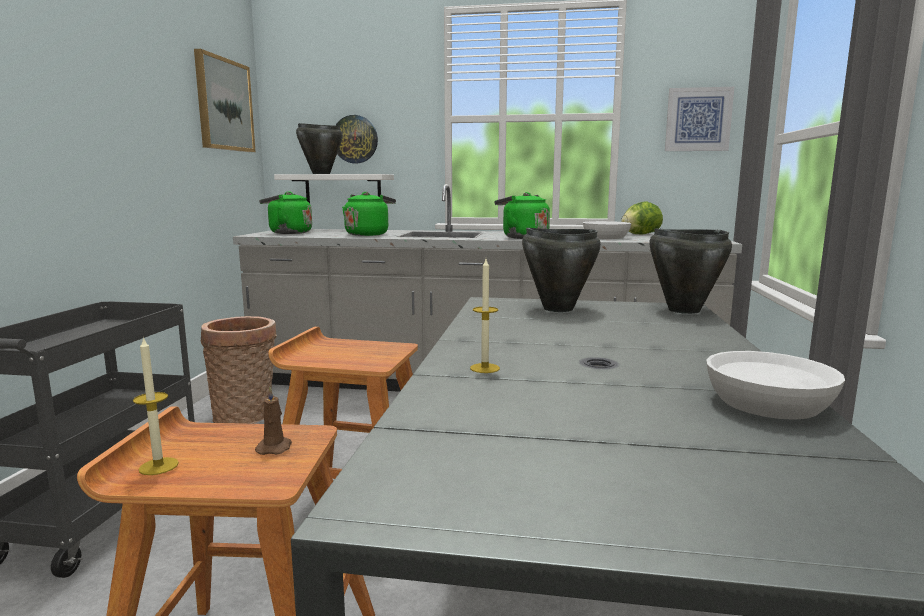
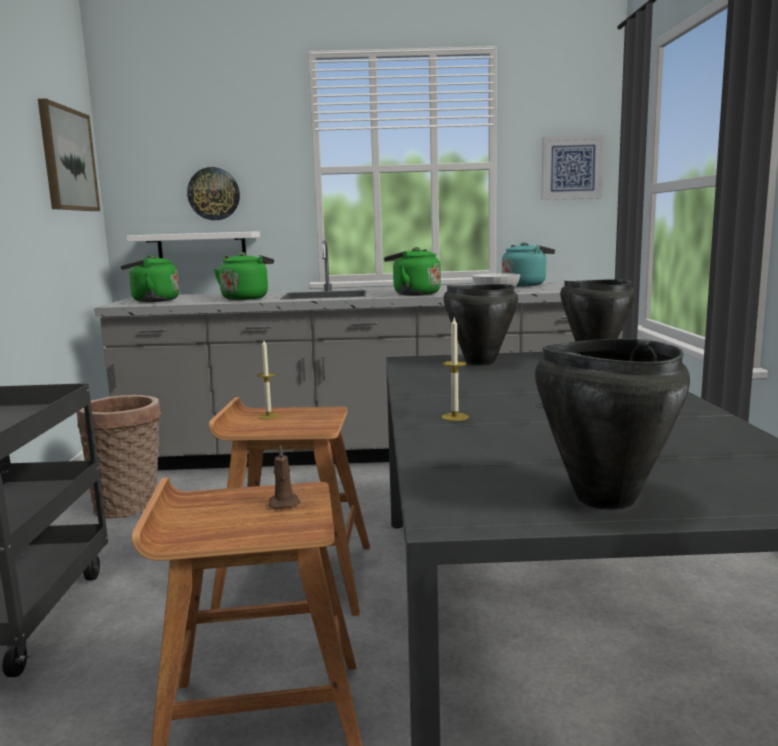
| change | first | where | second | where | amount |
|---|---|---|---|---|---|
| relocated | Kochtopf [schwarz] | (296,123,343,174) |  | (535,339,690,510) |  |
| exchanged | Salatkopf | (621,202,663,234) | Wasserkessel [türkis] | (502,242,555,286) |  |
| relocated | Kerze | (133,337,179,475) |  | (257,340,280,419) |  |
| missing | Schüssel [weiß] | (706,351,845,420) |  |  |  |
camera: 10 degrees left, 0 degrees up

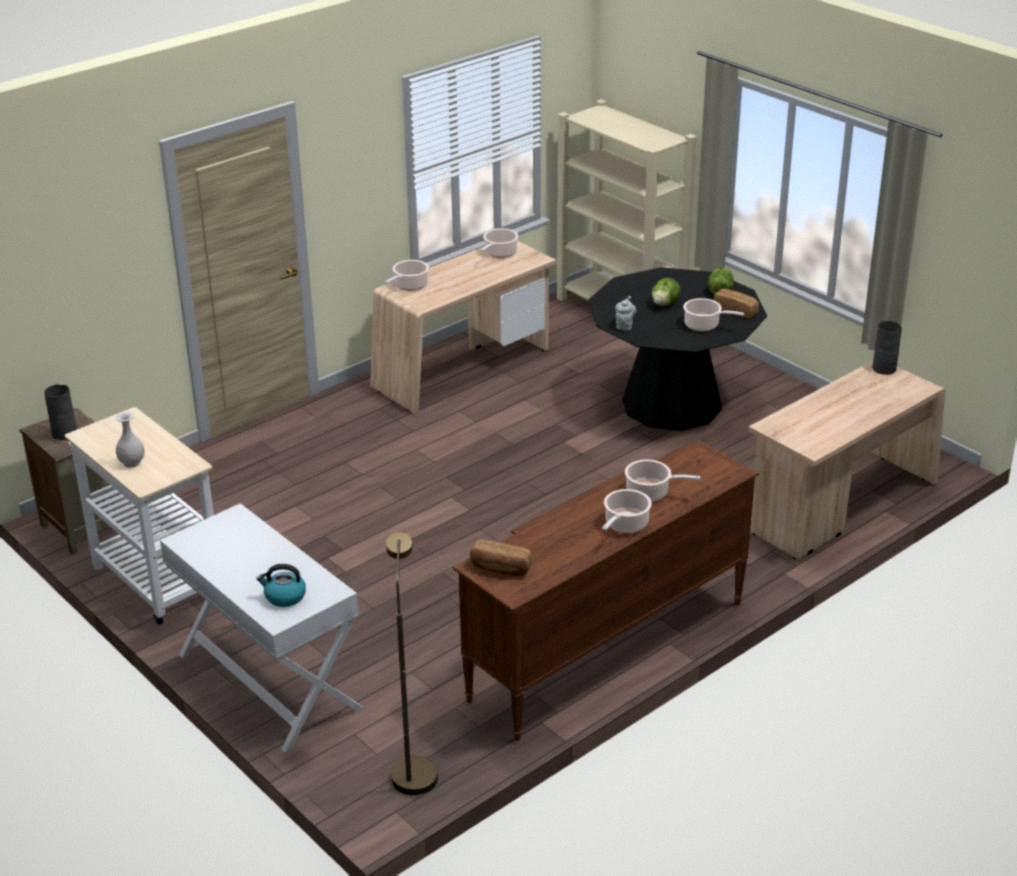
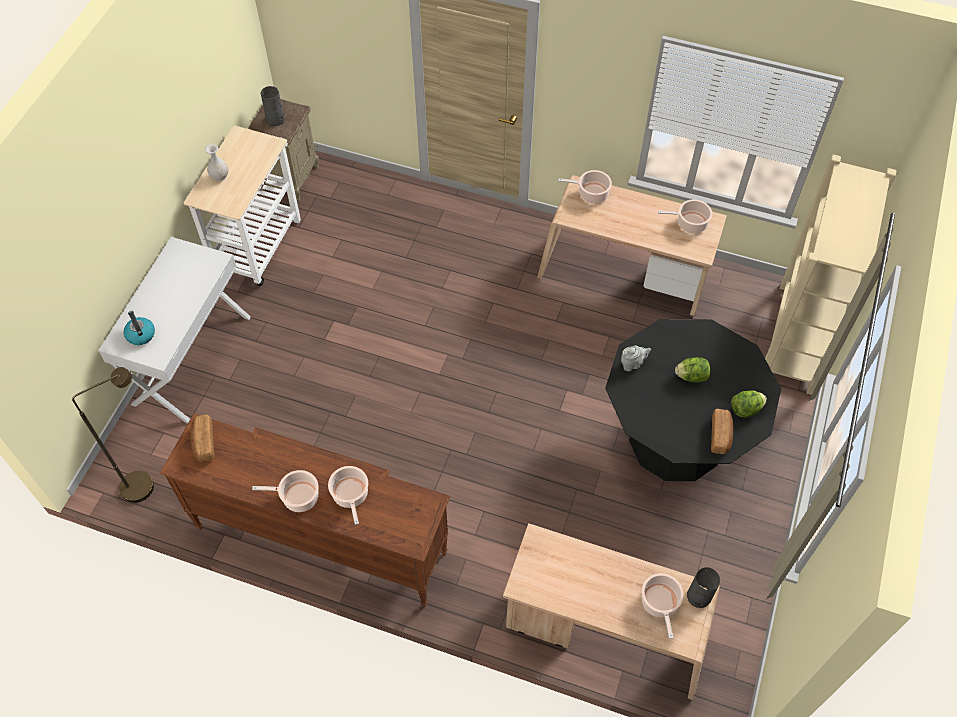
| change | first | where | second | where | amount |
|---|---|---|---|---|---|
| relocated | Kochtopf | (683,298,744,331) |  | (642,573,684,639) |  |
camera: 60 degrees right, 25 degrees up

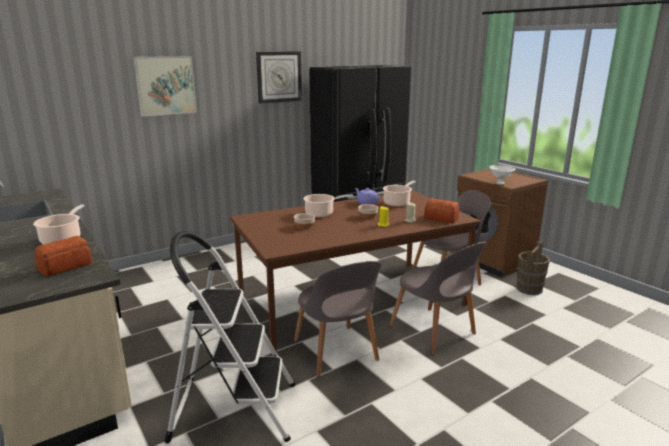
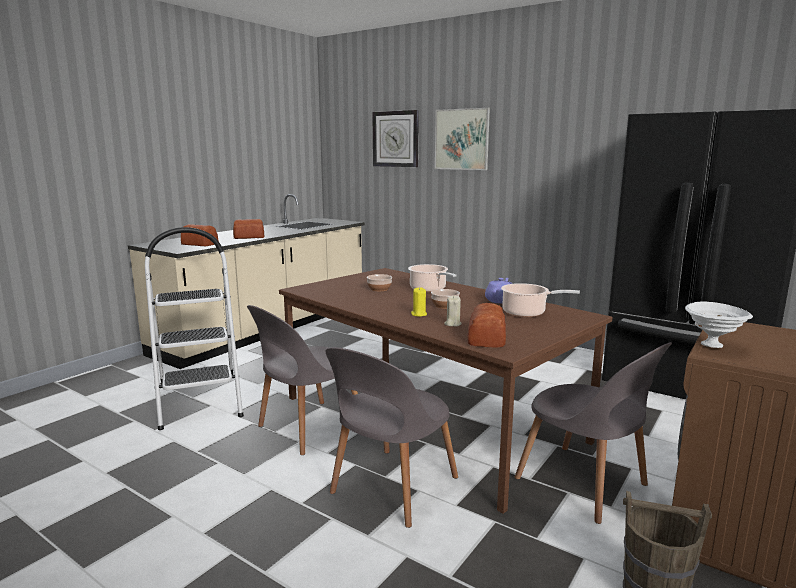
| change | first | where | second | where | amount |
|---|---|---|---|---|---|
| relocated | Wanduhr | (256,51,302,104) |  | (372,110,419,167) |  |
| exchanged | Kochtopf | (33,204,84,244) | Brot | (233,219,264,239) |  |
camera: 70 degrees right, 5 degrees down

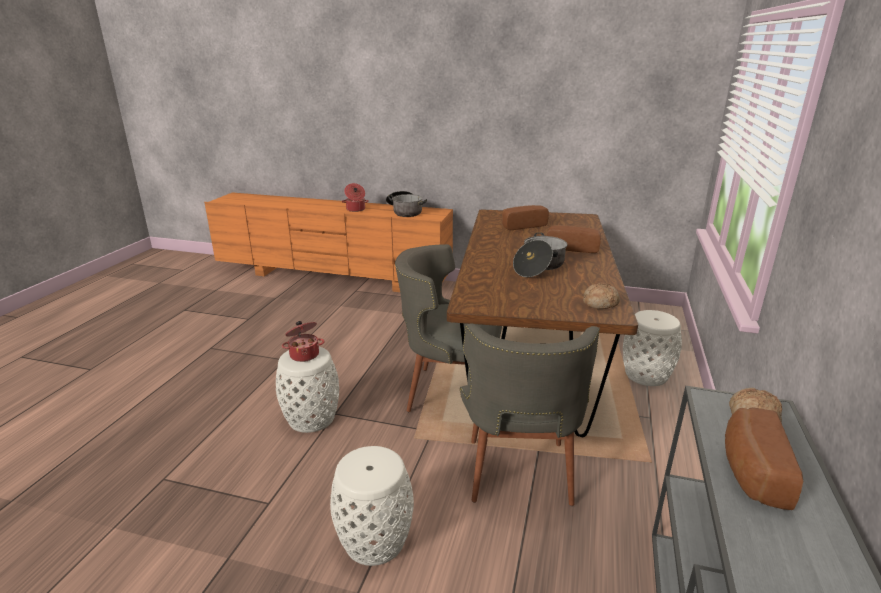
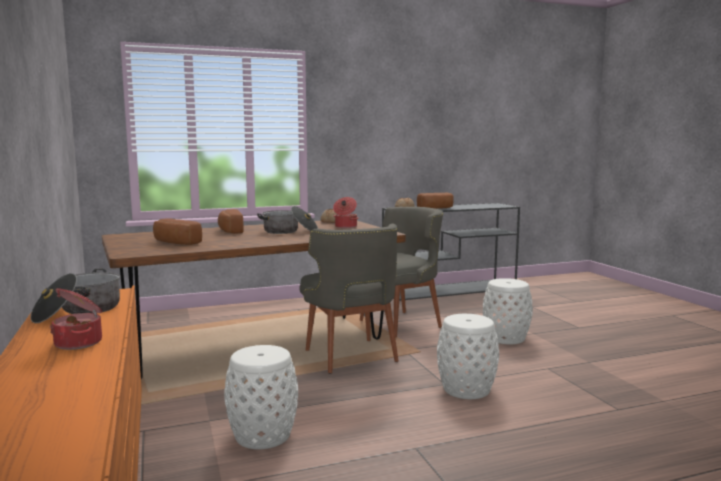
| change | first | where | second | where | amount |
|---|---|---|---|---|---|
| relocated | Hocker [weiß] | (623,310,682,386) |  | (224,345,298,449) |  |
| relocated | Kochtopf | (282,321,324,362) |  | (333,197,359,228) |  |
camera: 125 degrees left, 15 degrees down

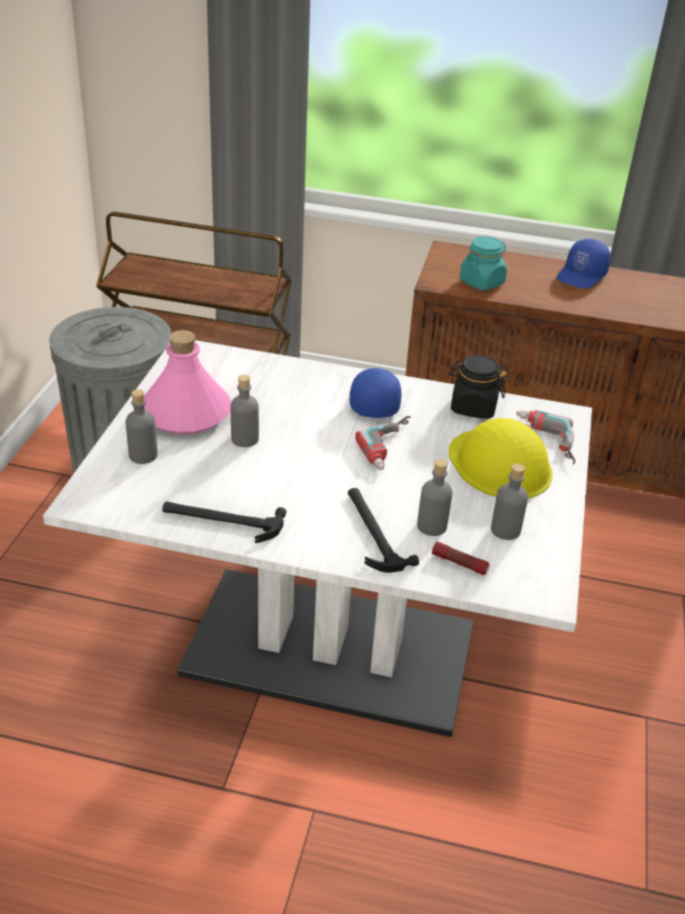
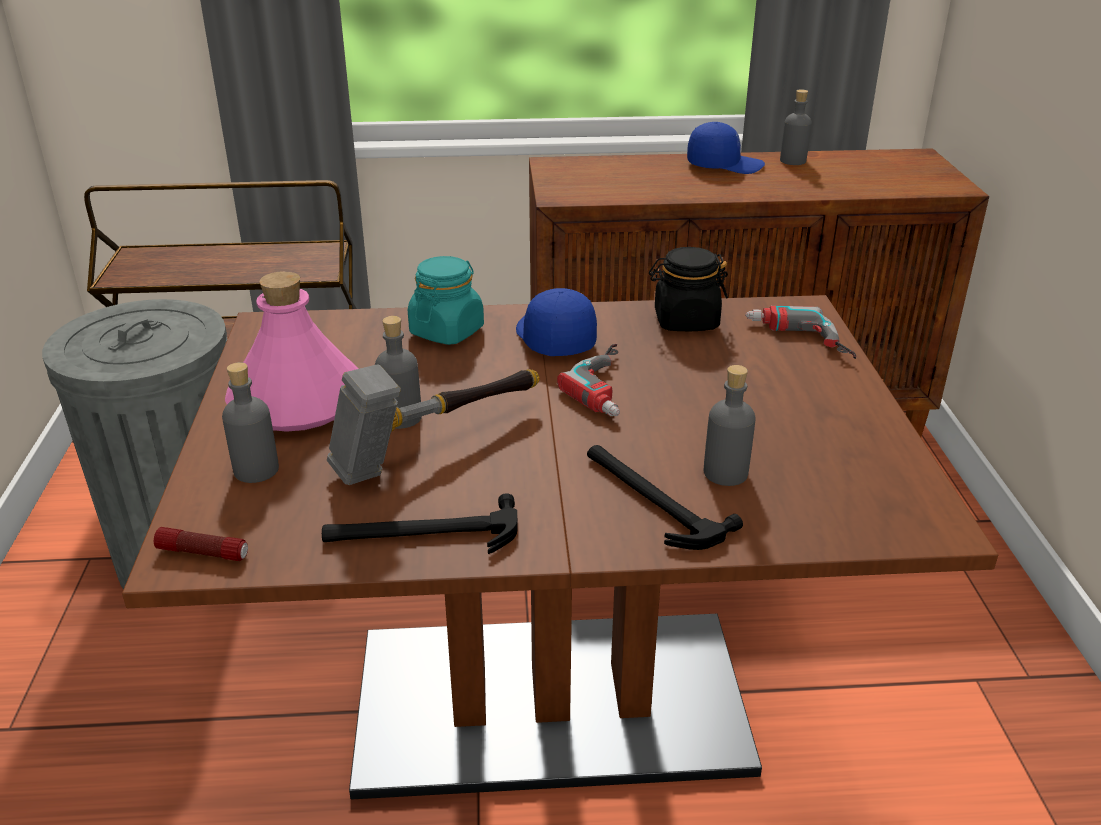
| change | first | where | second | where | amount |
|---|---|---|---|---|---|
| relocated | Vorratsglas [türkis] | (460,236,507,291) |  | (408,256,484,345) |  |
| spun | Kappe [blau] | (557,239,610,289) |  | (687,122,765,174) | 105 degrees counterclockwise |
| colour | Esstisch [weiß] | (43,340,592,737) | Esstisch [braun] | (122,295,998,800) |  |
| missing | Schutzhelm [gelb] | (449,418,553,498) |  |  |  |
| relocated | Flasche [grau] | (491,463,528,540) |  | (780,89,812,165) |  |
| relocated | Taschenlampe | (432,541,490,575) |  | (154,527,248,561) |  |
| appeared |  |  | Hammer | (327,364,540,485) |  |
camera: 15 degrees left, 5 degrees down

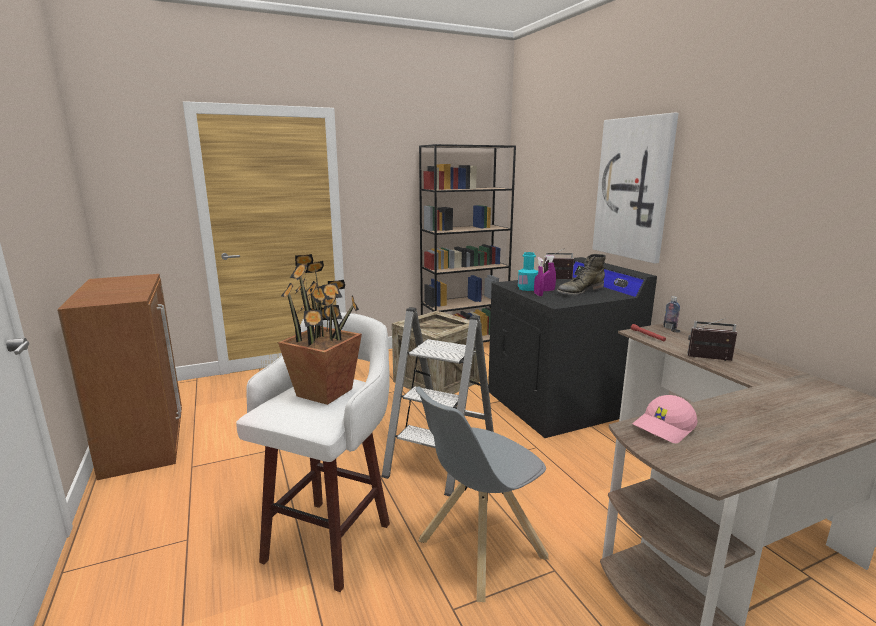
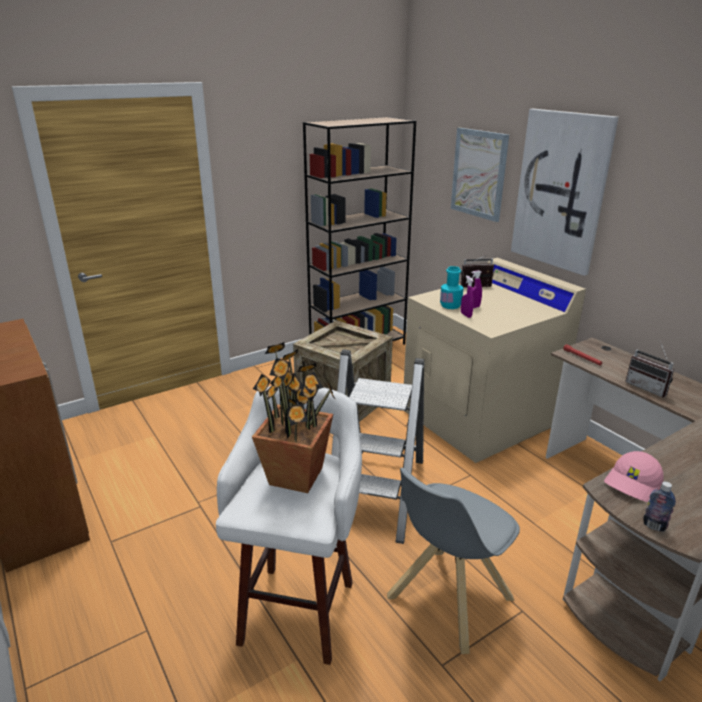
| change | first | where | second | where | amount |
|---|---|---|---|---|---|
| missing | Stiefel [grün] | (556,254,606,296) |  |  |  |
| colour | Waschmaschine [schwarz] | (488,257,657,438) | Waschmaschine [beige] | (404,258,586,463) |  |
| relocated | Flasche | (663,296,680,329) |  | (643,482,676,532) |  |
| spun | Radio | (687,318,737,361) |  | (625,344,674,398) | 135 degrees counterclockwise |
| appeared |  |  | Bild | (451,128,509,222) |  |
camera: 10 degrees left, 10 degrees up

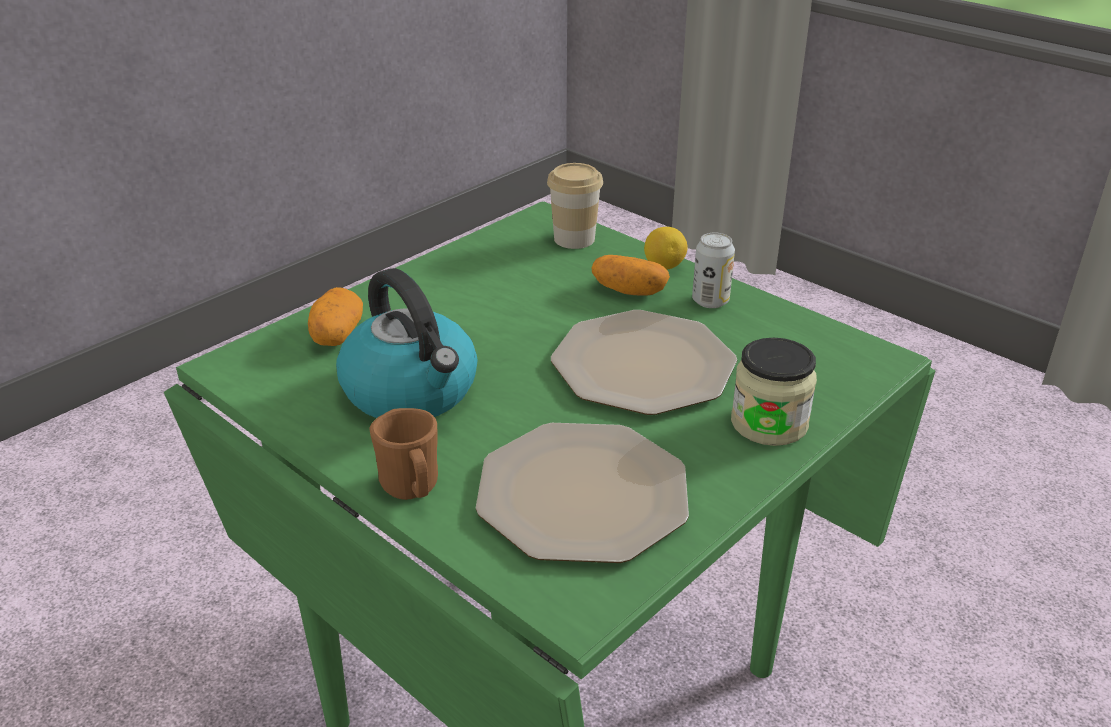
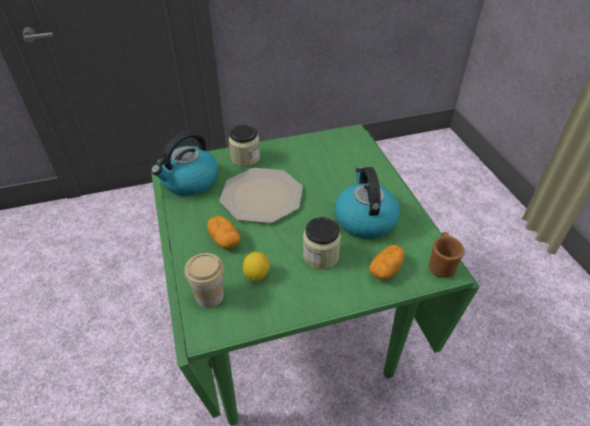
| change | first | where | second | where | amount |
|---|---|---|---|---|---|
| relocated | Zitrone | (644,227,688,270) |  | (243,252,270,281) |  |
| missing | Dose | (692,233,735,308) |  |  |  |
| relocated | Henkelbecher [braun] | (369,408,438,500) |  | (429,232,465,278) |  |
| missing | Teller | (476,423,689,563) |  |  |  |
| appeared |  |  | Wasserkessel | (151,131,218,196) |  |
| appeared |  |  | Vorratsglas | (303,217,341,269) |  |
camera: 150 degrees left, 10 degrees up

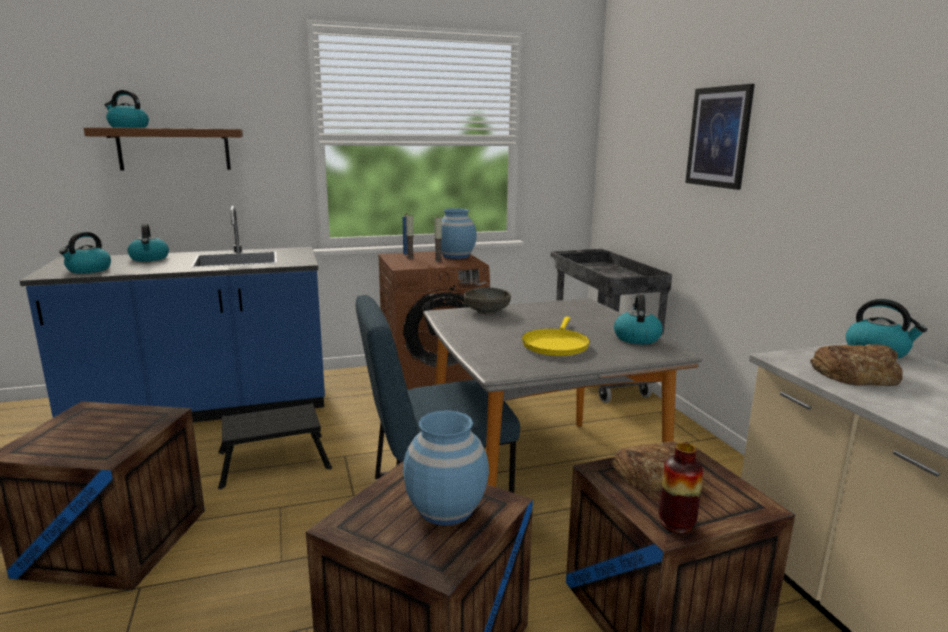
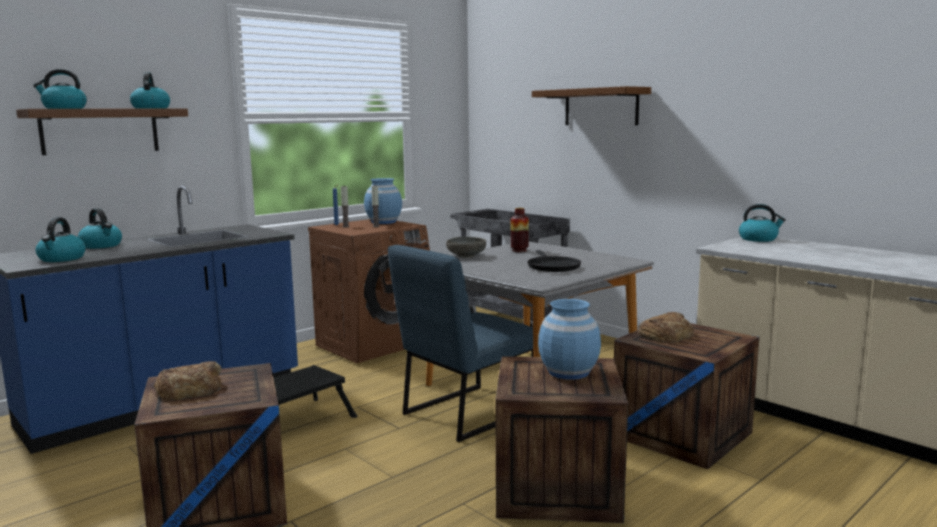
| change | first | where | second | where | amount |
|---|---|---|---|---|---|
| exchanged | Bild | (685,84,755,190) | Wandregal [braun] | (532,86,651,125) |  |
| relocated | Wasserkessel | (614,294,663,344) |  | (130,72,170,109) |  |
| colour | Pfanne [gelb] | (522,317,590,356) | Pfanne [schwarz] | (528,250,581,272) |  |
| relocated | Brot | (810,344,903,386) |  | (153,361,222,401) |  |
| relocated | Vase | (659,443,704,534) |  | (511,208,529,252) |  |
camera: 25 degrees left, 5 degrees down

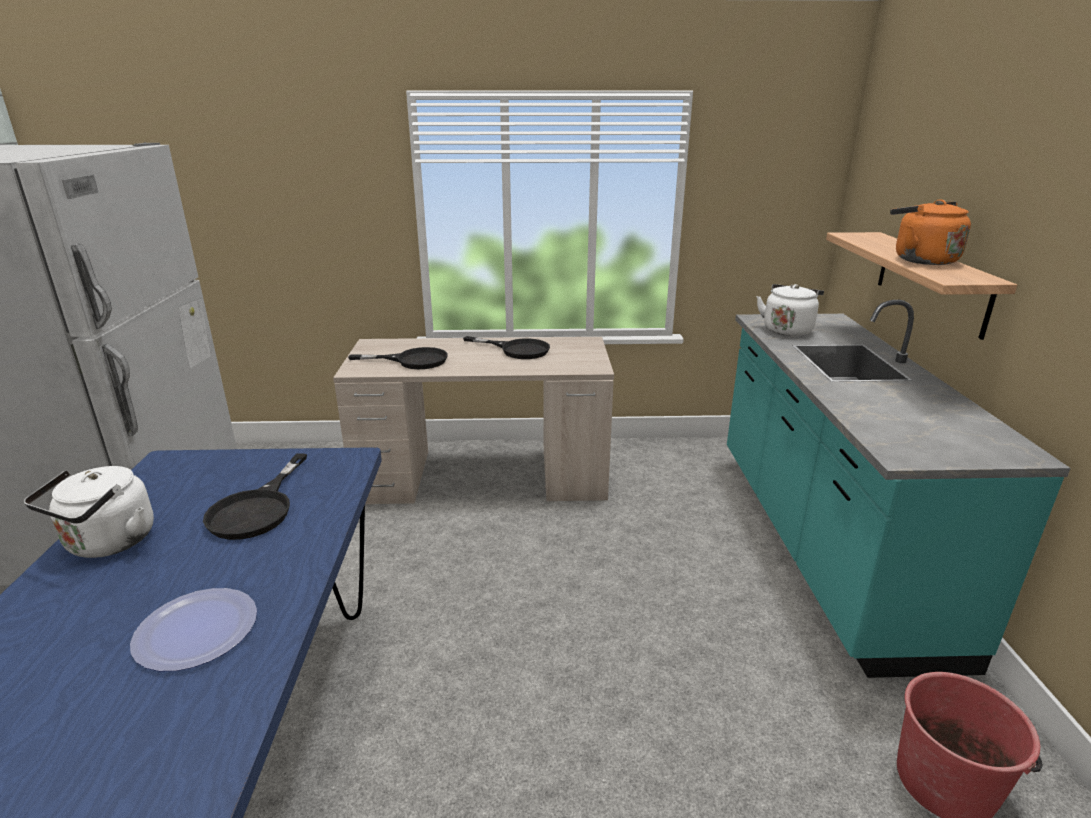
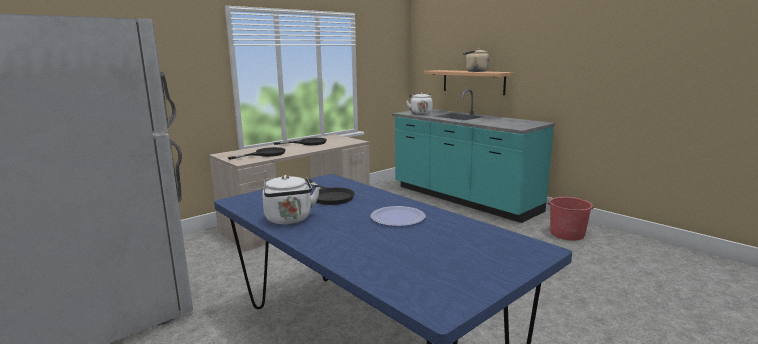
| change | first | where | second | where | amount |
|---|---|---|---|---|---|
| colour | Wasserkessel [orange] | (890,199,971,265) | Wasserkessel [beige] | (463,48,489,72) |  |
camera: 40 degrees left, 10 degrees down

